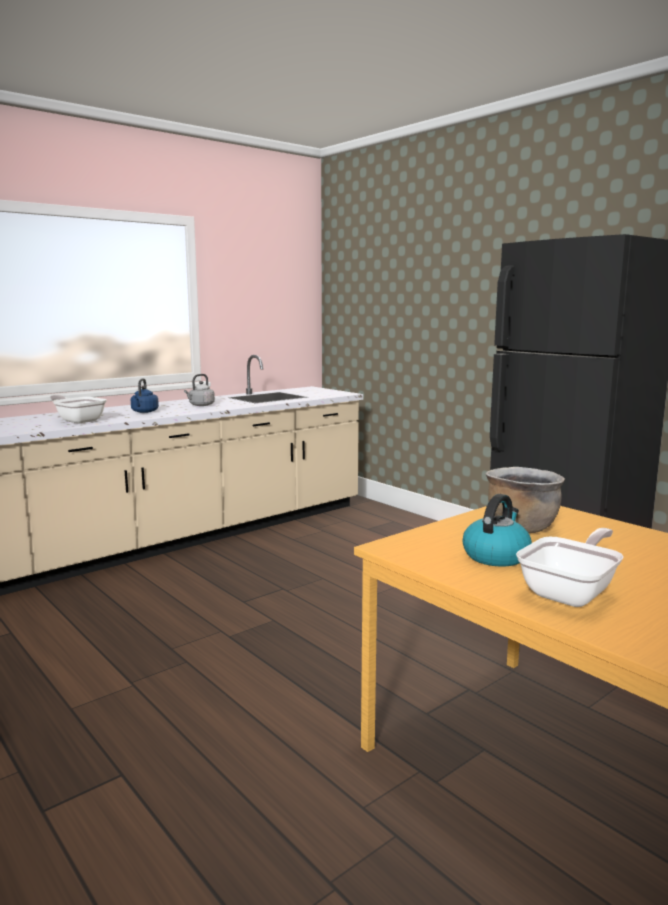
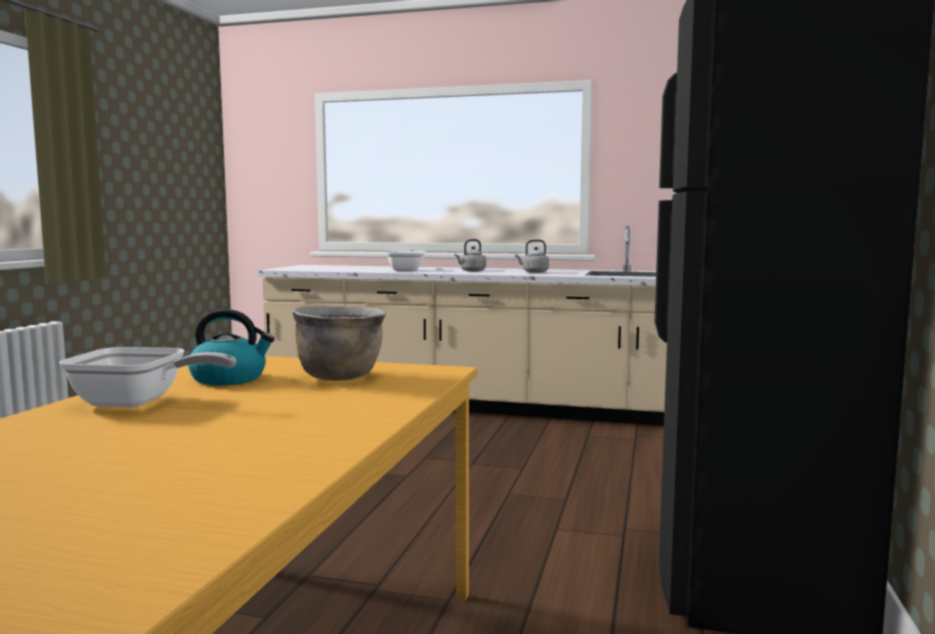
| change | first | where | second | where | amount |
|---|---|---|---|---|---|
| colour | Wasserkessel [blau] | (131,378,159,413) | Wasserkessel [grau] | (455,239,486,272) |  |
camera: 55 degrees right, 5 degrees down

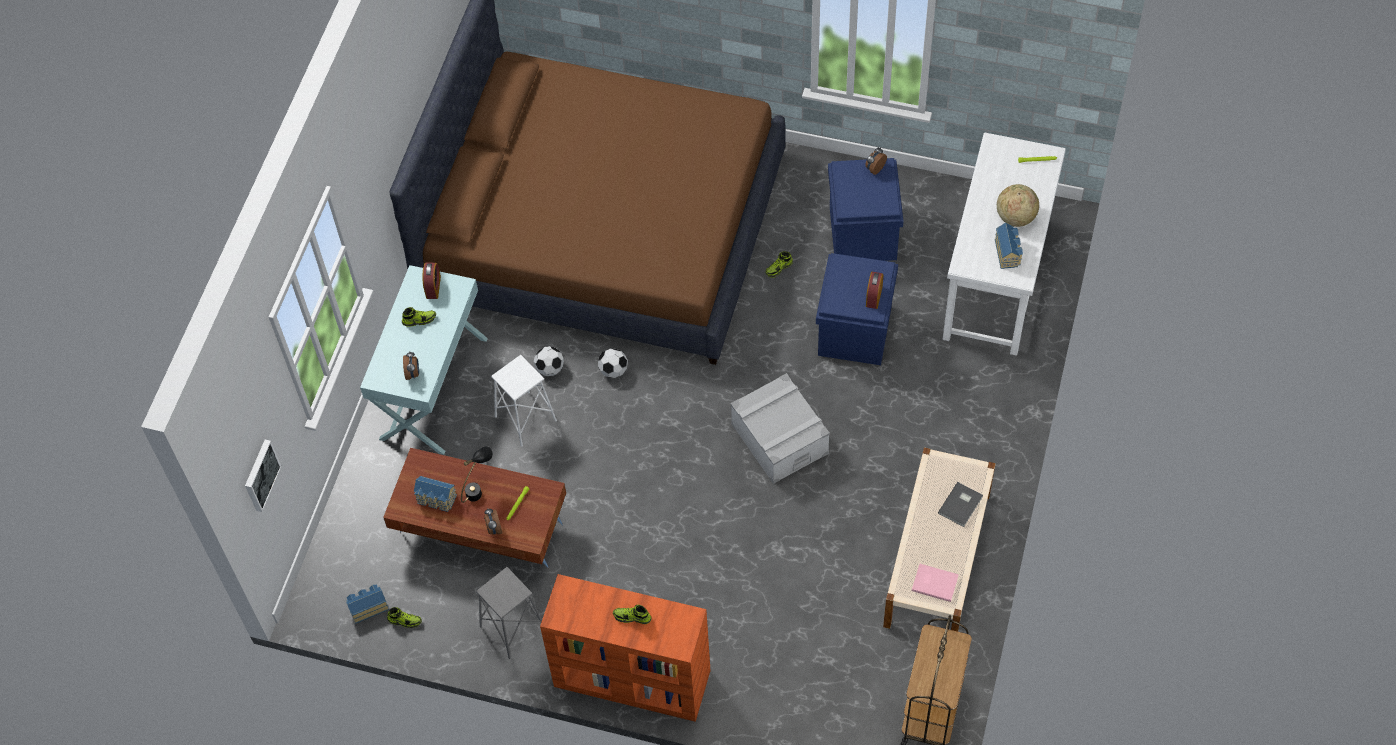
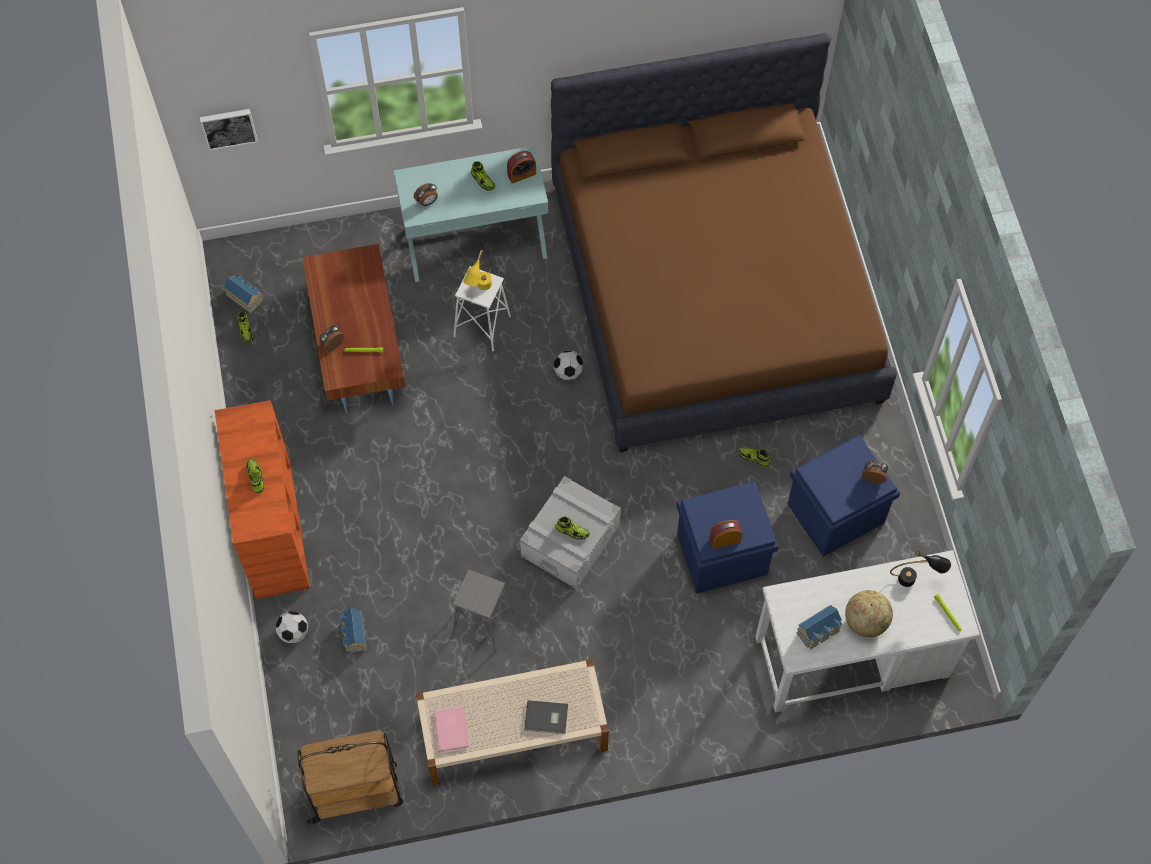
| change | first | where | second | where | amount |
|---|---|---|---|---|---|
| relocated | Fußball | (534,346,564,376) |  | (276,611,308,643) |  |
| relocated | Tischlampe [schwarz] | (461,446,493,503) |  | (890,551,951,587) |  |
| relocated | Spielzeughaus | (414,476,457,512) |  | (340,608,367,653) |  |
| relocated | Hocker [grau] | (476,567,542,659) |  | (452,569,513,653) |  |
| appeared |  |  | Tischlampe [gelb] | (463,250,492,290) |  |
| appeared |  |  | Schuh | (555,516,590,540) |  |
camera: 60 degrees right, 5 degrees up

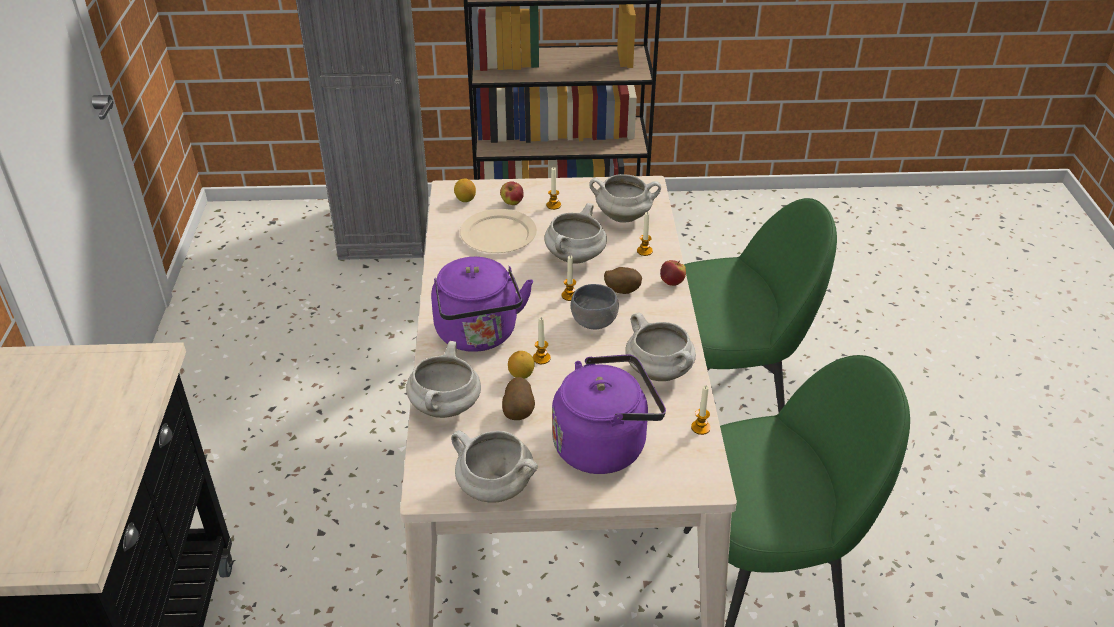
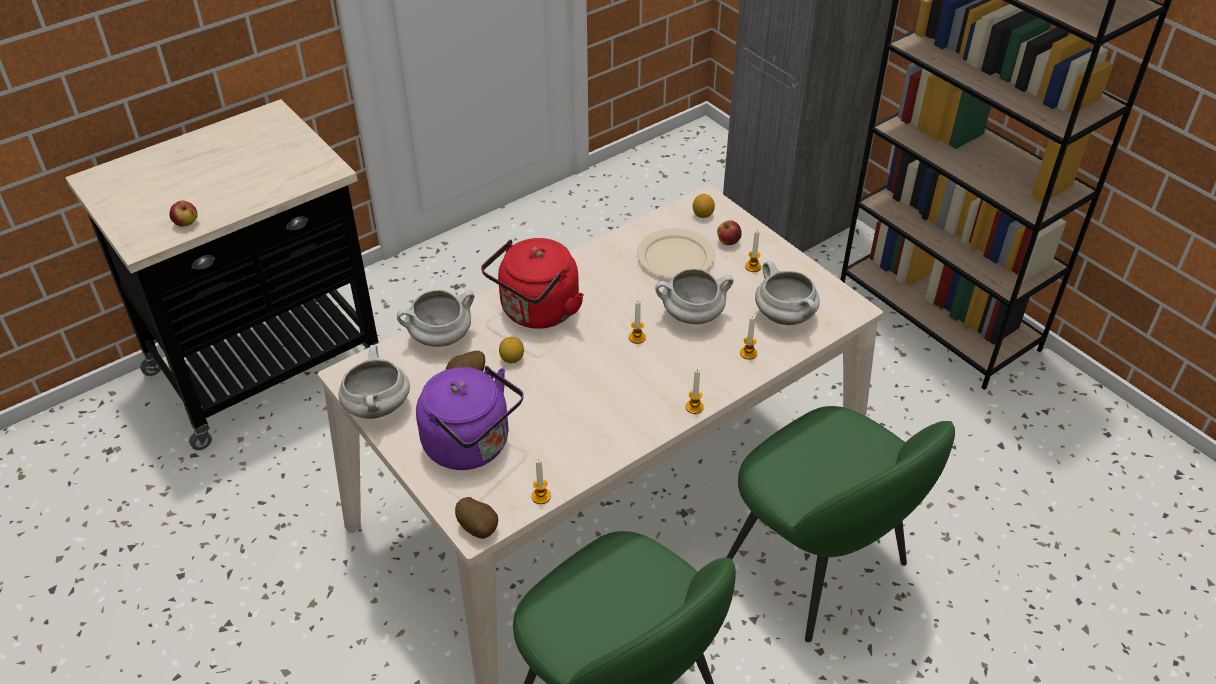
| change | first | where | second | where | amount |
|---|---|---|---|---|---|
| colour | Wasserkessel [lila] | (431,257,533,352) | Wasserkessel [rot] | (481,238,584,329) |  |
| relocated | Apfel | (660,260,686,286) |  | (169,201,198,227) |  |
| relocated | Kartoffel | (604,267,642,294) |  | (455,497,498,539) |  |
| missing | Schüssel [grau] | (571,284,619,329) |  |  |  |
| missing | Kochtopf [weiß] | (625,313,696,381) |  |  |  |
| relocated | Kerze | (533,318,551,364) |  | (686,370,704,414) |  |
camera: 55 degrees right, 5 degrees up

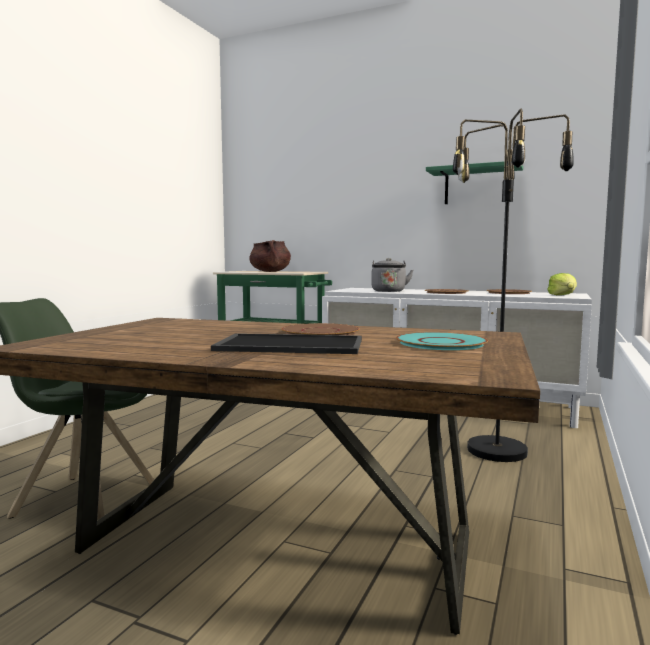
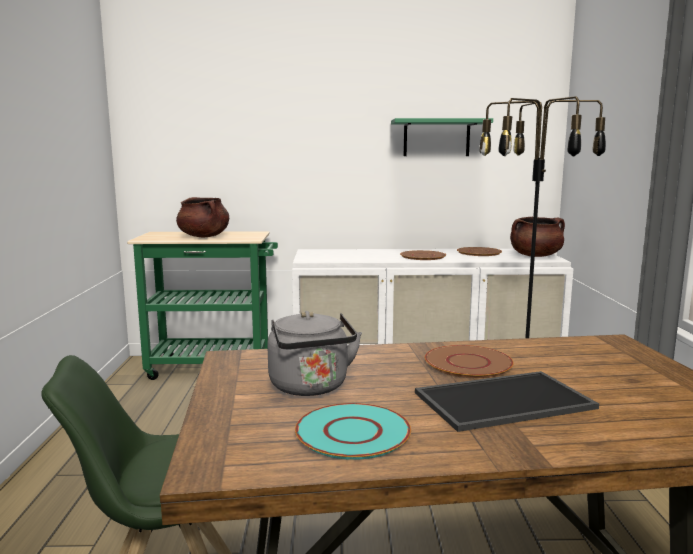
| change | first | where | second | where | amount |
|---|---|---|---|---|---|
| relocated | Wasserkessel [grau] | (371,258,413,292) |  | (267,311,362,396) |  |
| exchanged | Salatkopf | (547,273,577,295) | Kochtopf [braun] | (510,217,565,257) |  |
| relocated | Teller [türkis] | (396,332,488,350) |  | (295,403,411,460) |  |
camera: 25 degrees left, 5 degrees up

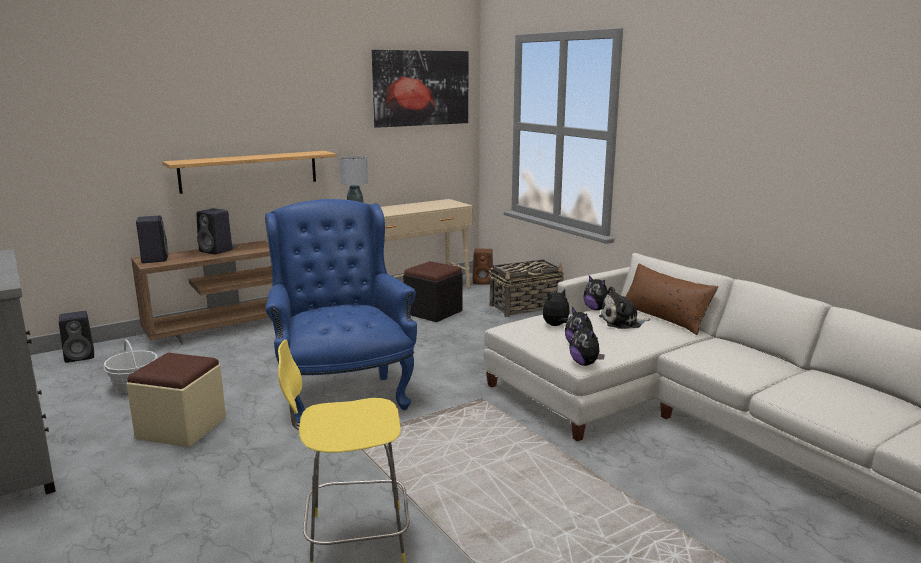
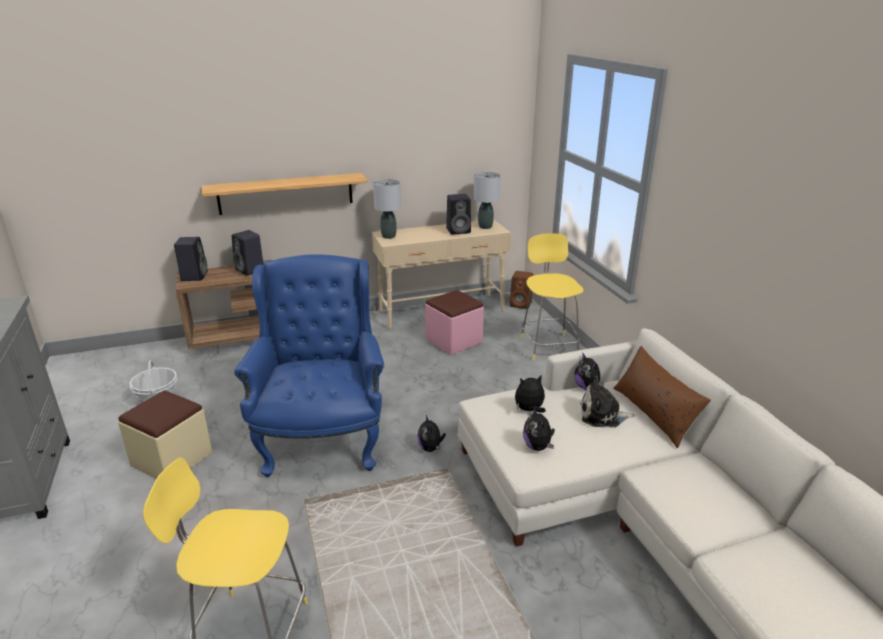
| change | first | where | second | where | amount |
|---|---|---|---|---|---|
| missing | Bild | (372,50,468,128) |  |  |  |
| exchanged | Korb | (489,259,564,317) | Hocker [gelb] | (521,233,584,360) |  |
| colour | Polsterhocker [schwarz] | (403,261,462,322) | Polsterhocker [rosa] | (425,290,484,355) |  |
| relocated | Lautsprecher [schwarz] | (59,311,94,363) |  | (446,194,471,235) |  |
| relocated | Plüschtier | (569,322,605,366) |  | (418,415,446,452) |  |
| appeared |  |  | Tischlampe [grau] | (474,172,500,229) |  |
camera: 15 degrees right, 10 degrees up

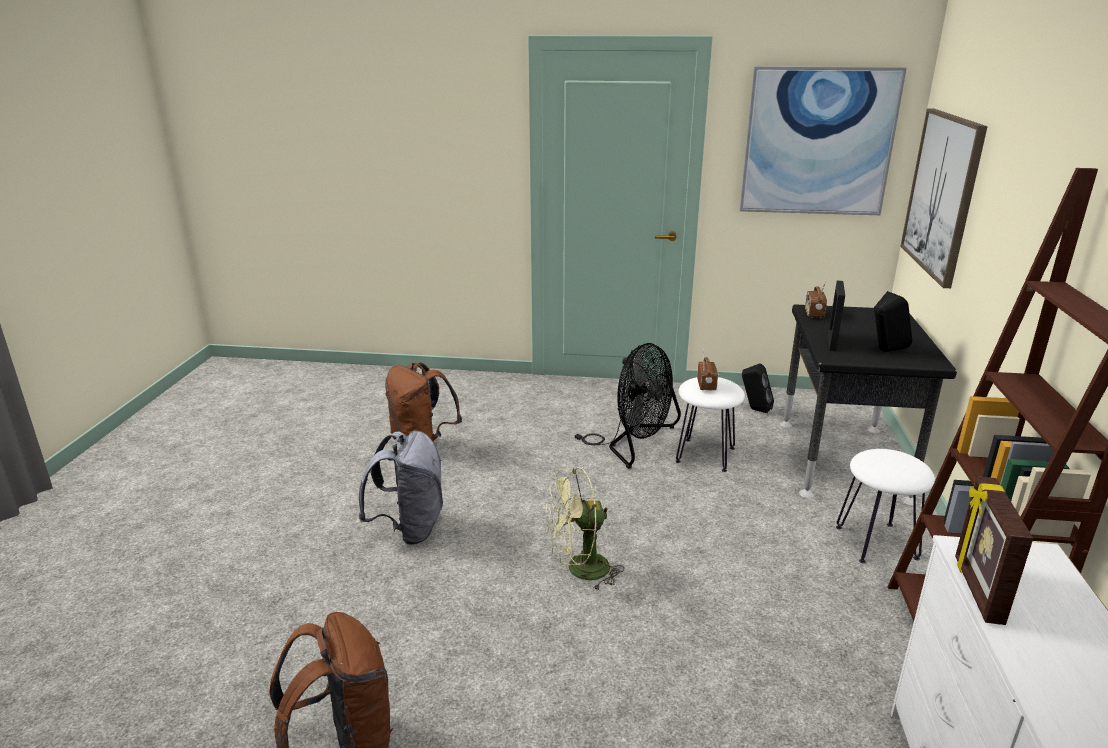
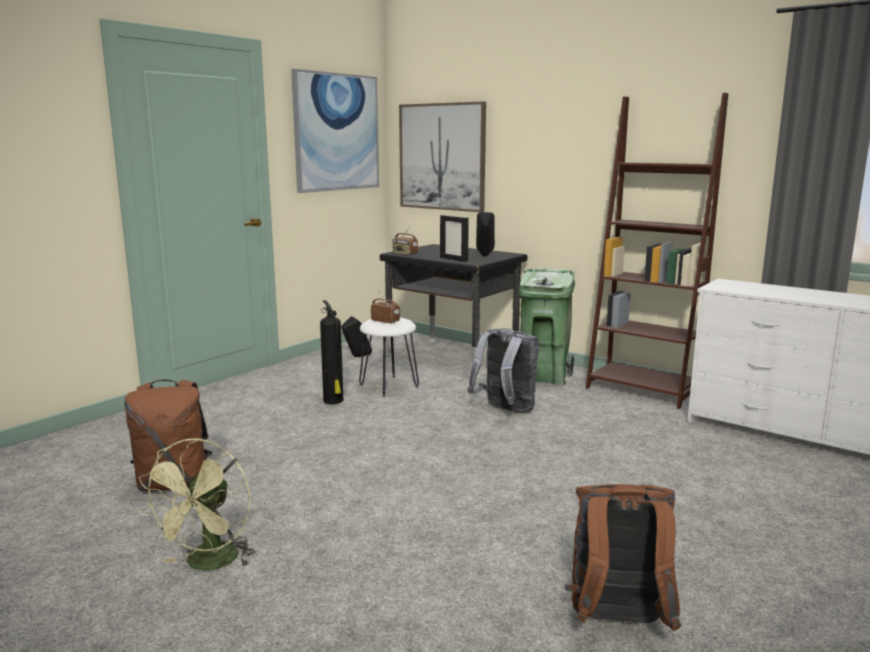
| change | first | where | second | where | amount |
|---|---|---|---|---|---|
| exchanged | Ventilator [schwarz] | (574,343,681,469) | Feuerlöscher | (320,300,343,404) |  |
| relocated | Rucksack [grau] | (358,431,443,545) |  | (467,328,539,413) |  |
| exchanged | Hocker [weiß] | (836,449,935,563) | Mülleimer [grün] | (519,269,575,386) |  |
| relocated | Ventilator [grün] | (546,467,624,592) |  | (138,438,256,570) |  |
| missing | Bilderrahmen | (955,476,1033,625) |  |  |  |
camera: 60 degrees left, 10 degrees down

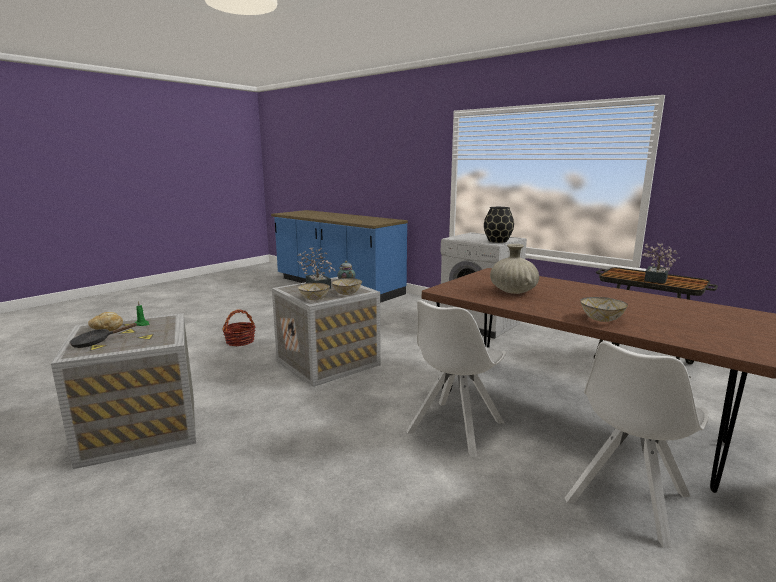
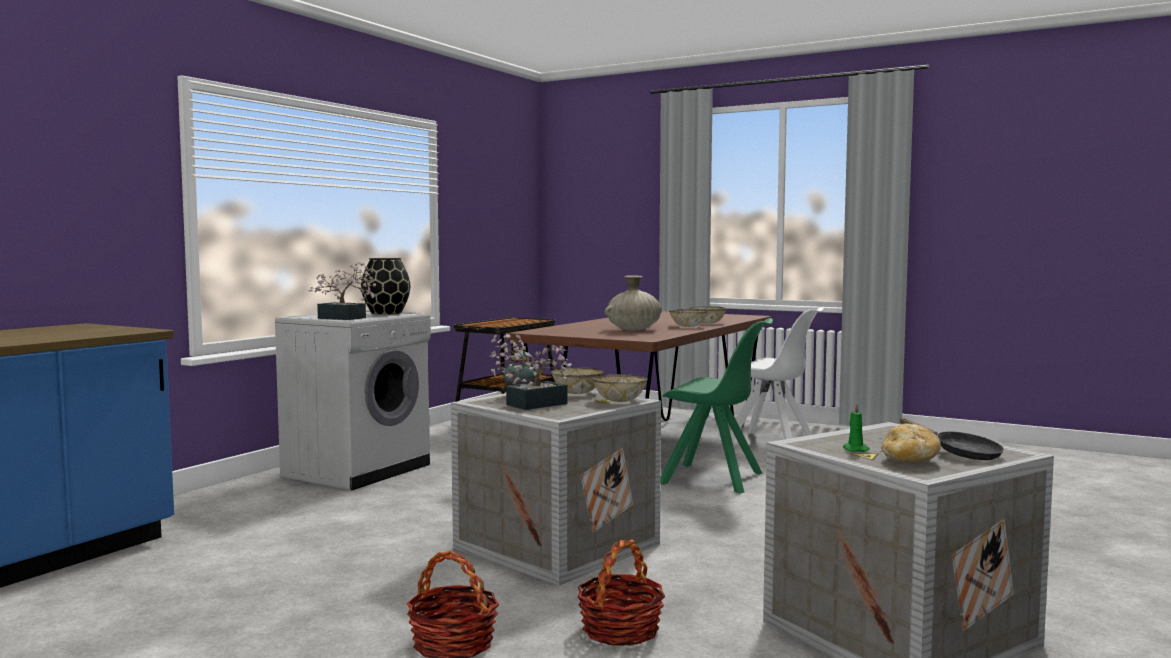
| change | first | where | second | where | amount |
|---|---|---|---|---|---|
| relocated | Topfpflanze | (642,243,679,284) |  | (308,262,378,320) |  |
| colour | Stuhl [weiß] | (407,300,506,457) | Stuhl [grün] | (661,318,773,494) |  |
| appeared |  |  | Schüssel | (669,309,708,327) |  |
| appeared |  |  | Korb | (577,539,665,646) |  |
camera: 100 degrees left, 10 degrees down

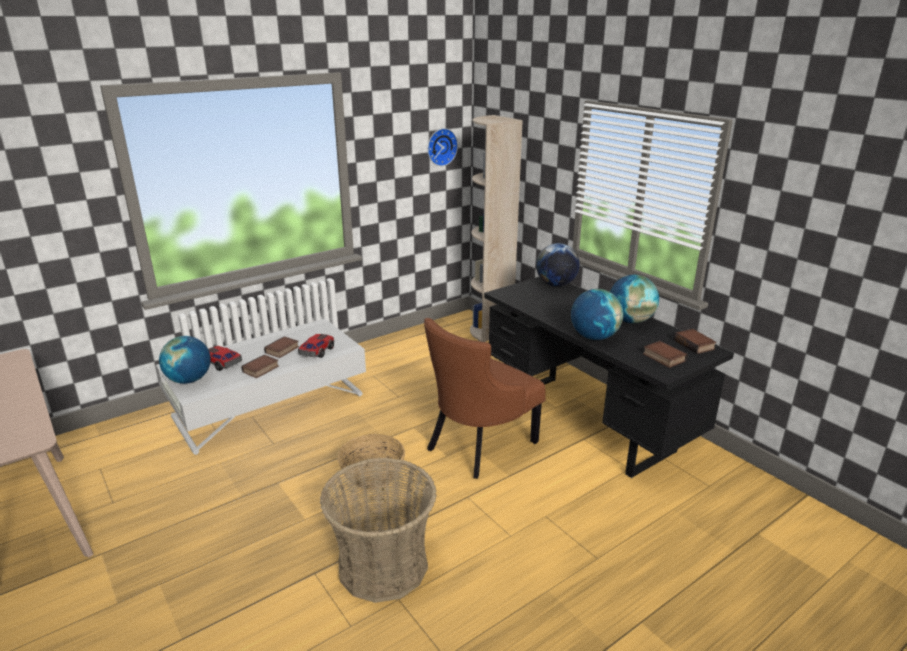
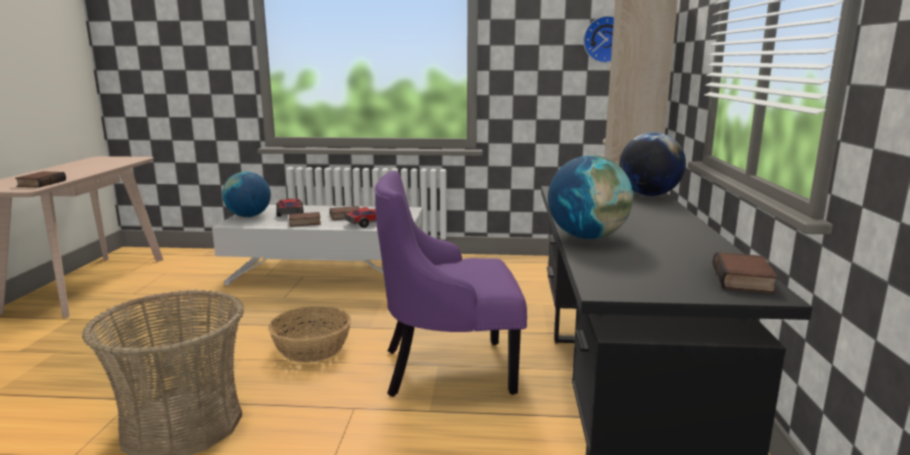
| change | first | where | second | where | amount |
|---|---|---|---|---|---|
| missing | Globus | (610,275,659,323) |  |  |  |
| colour | Stuhl [braun] | (424,318,546,479) | Stuhl [lila] | (374,171,527,397) |  |
| relocated | Buch | (643,341,687,368) |  | (15,172,66,187) |  |
camera: 40 degrees right, 10 degrees down

